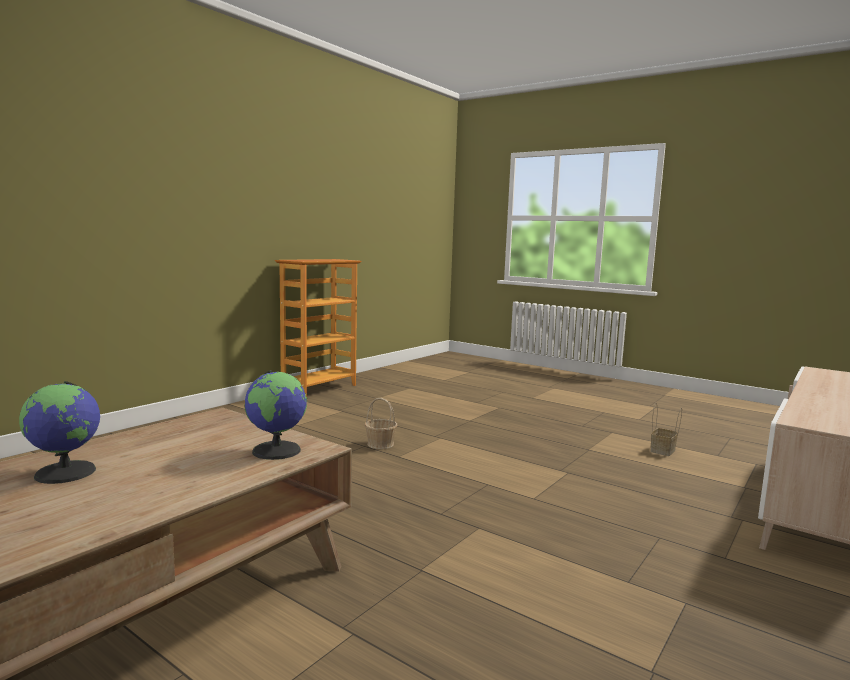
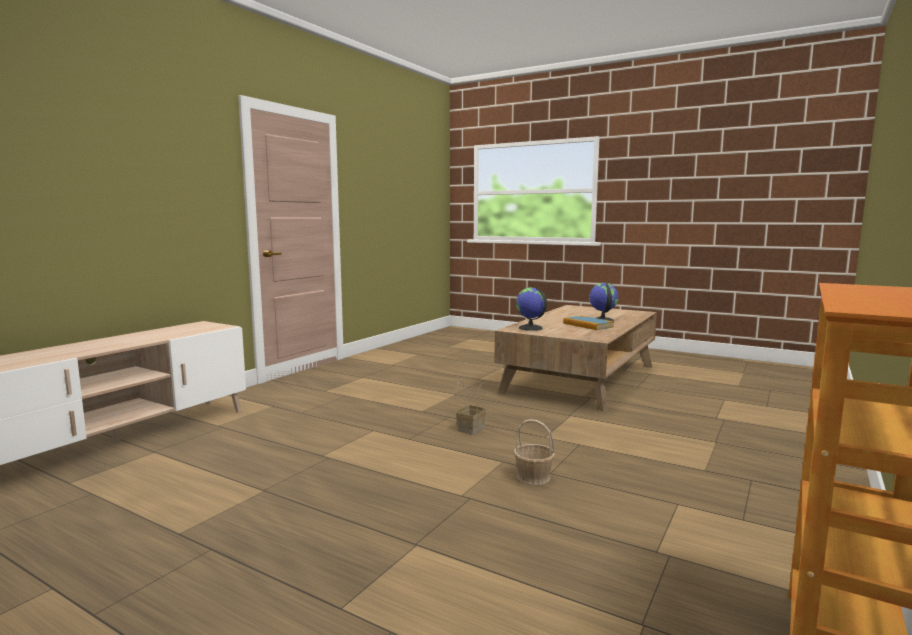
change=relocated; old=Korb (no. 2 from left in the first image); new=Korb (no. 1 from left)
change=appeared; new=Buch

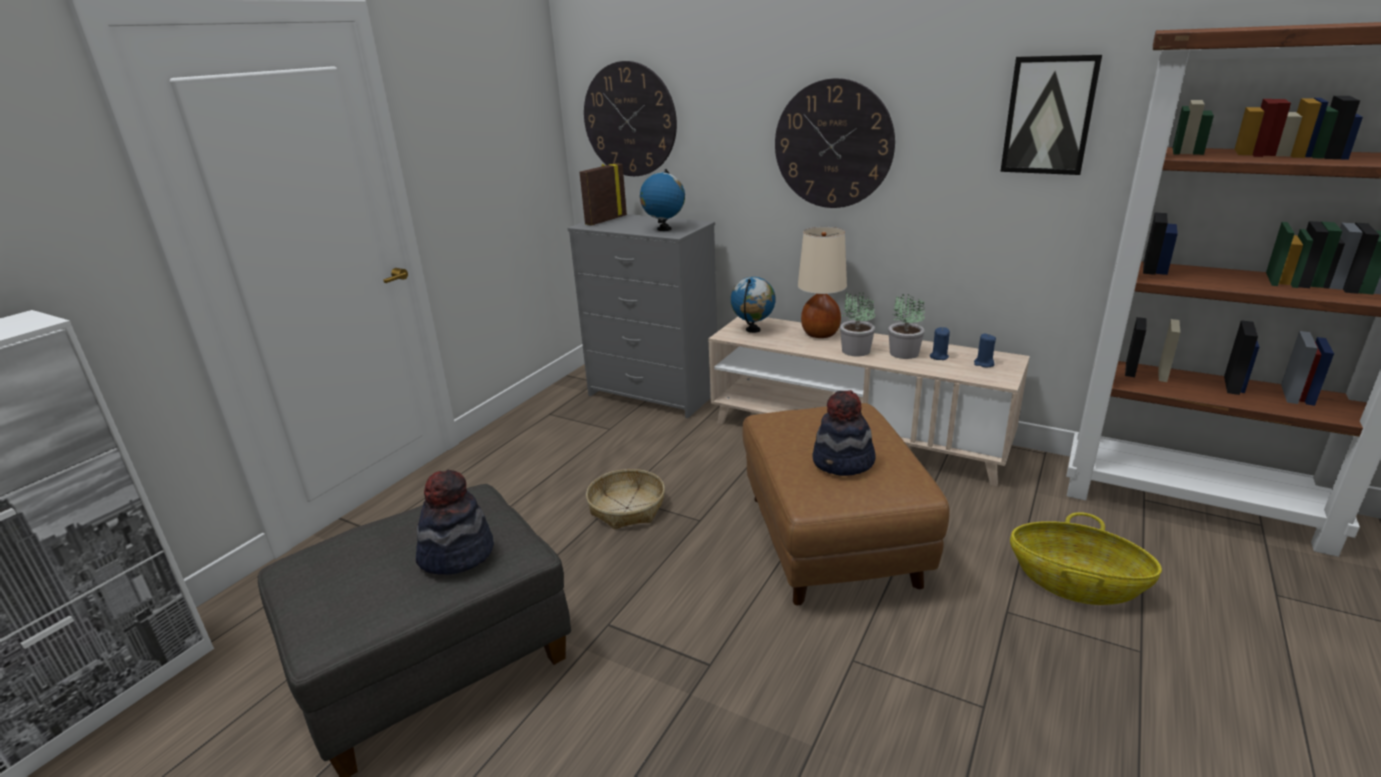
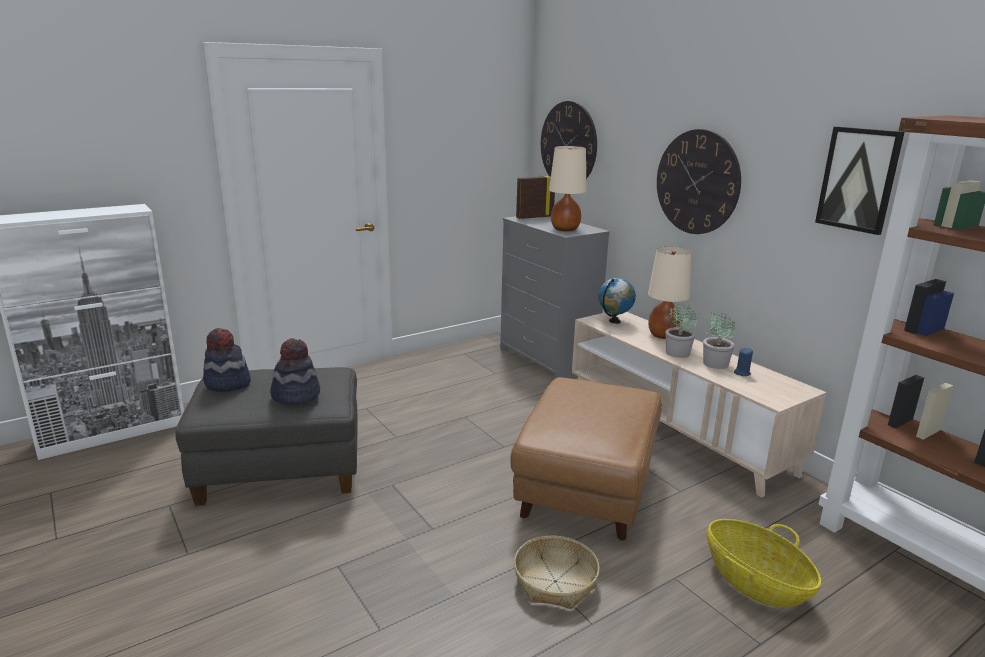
change=relocated; old=Hut (no. 2 from left in the first image); new=Hut (no. 1 from left)
change=relocated; old=Korb (no. 1 from left)
change=exchanged; old=Globus (no. 1 from left); new=Tischlampe/beige (no. 1 from left)
change=missing; old=Kerze/blau (no. 2 from left)

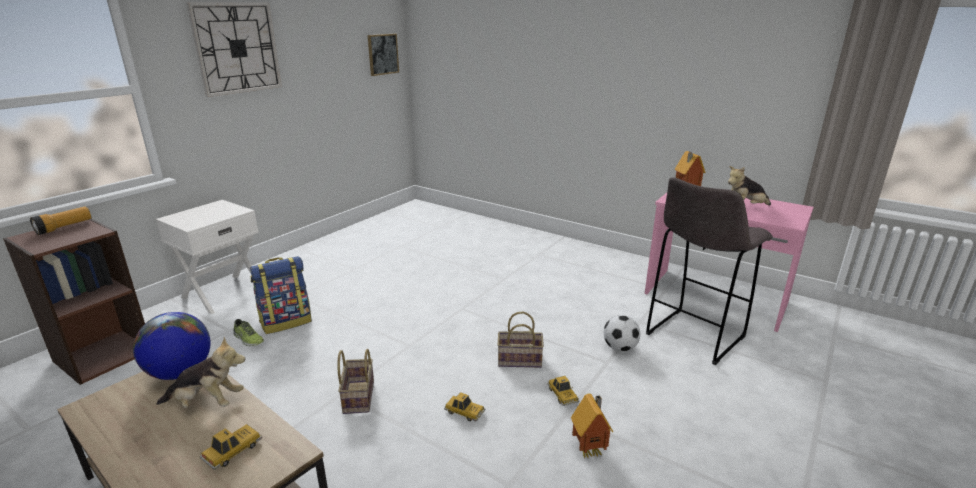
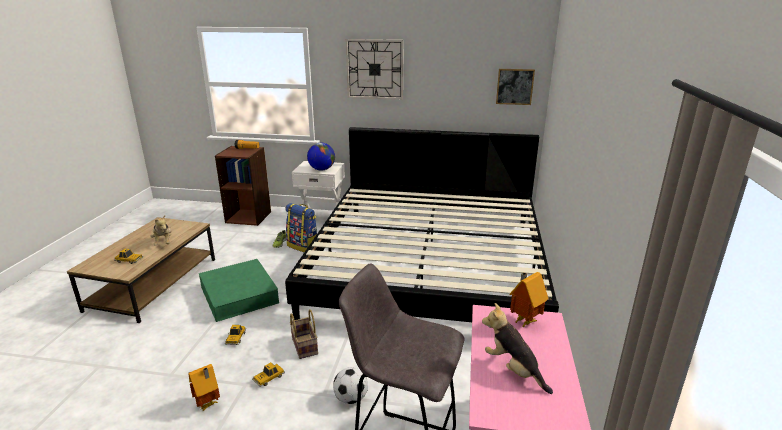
change=exchanged; old=Korb (no. 1 from left); new=Aufbewahrungsbox/grün
change=appeared; new=Bett
change=relocated; old=Globus

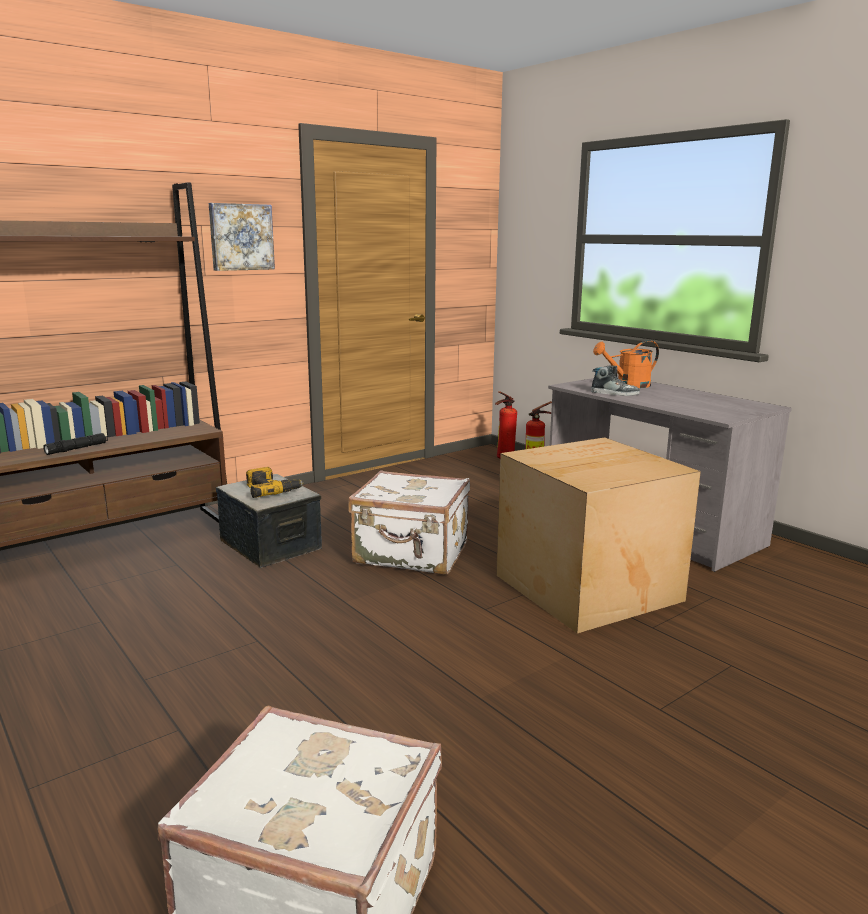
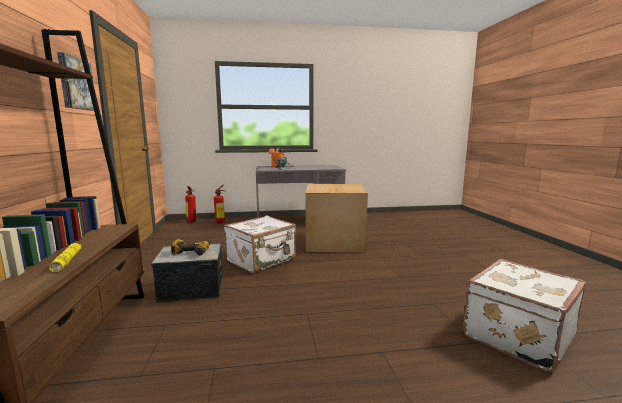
change=colour; old=Taschenlampe/schwarz; new=Taschenlampe/gelb

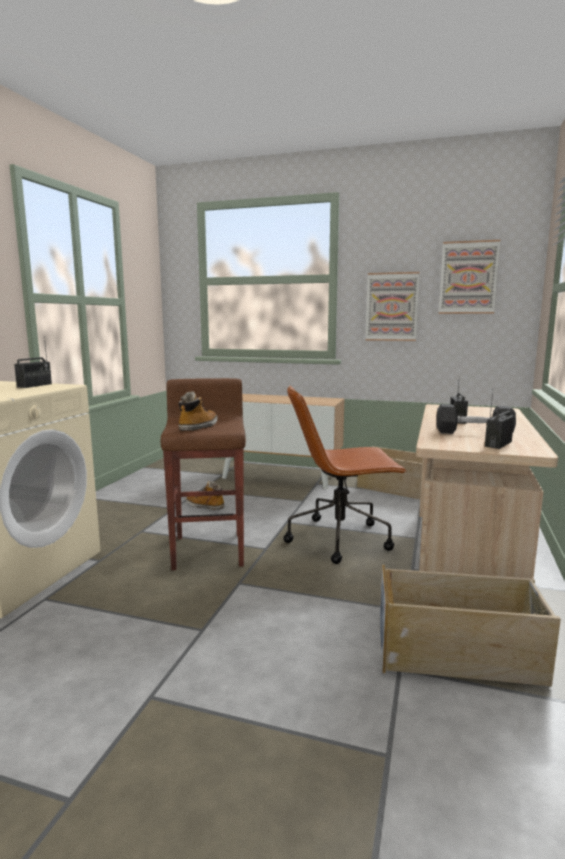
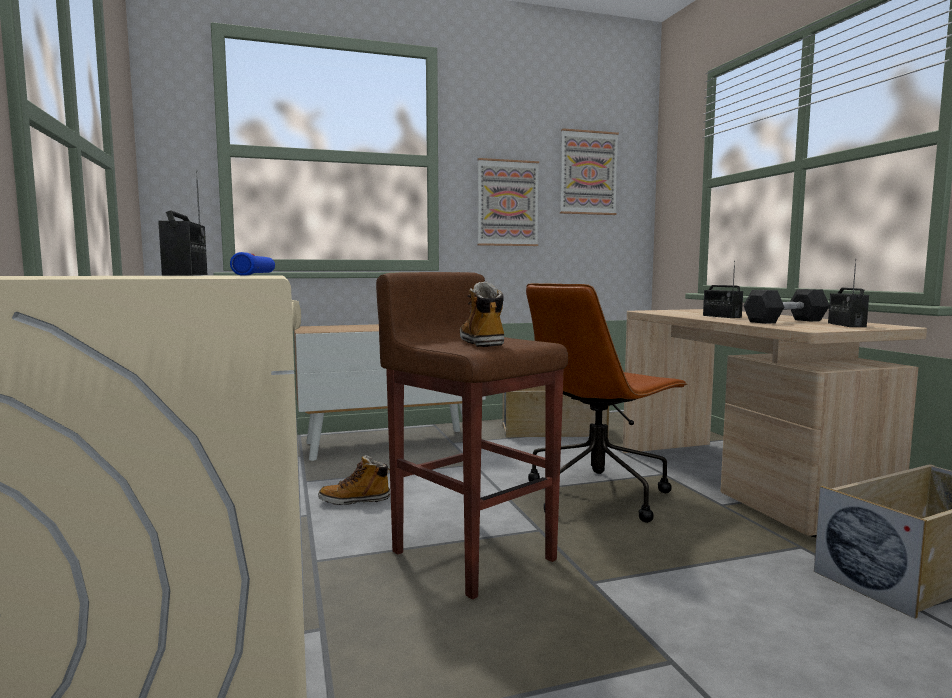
change=appeared; new=Taschenlampe/blau

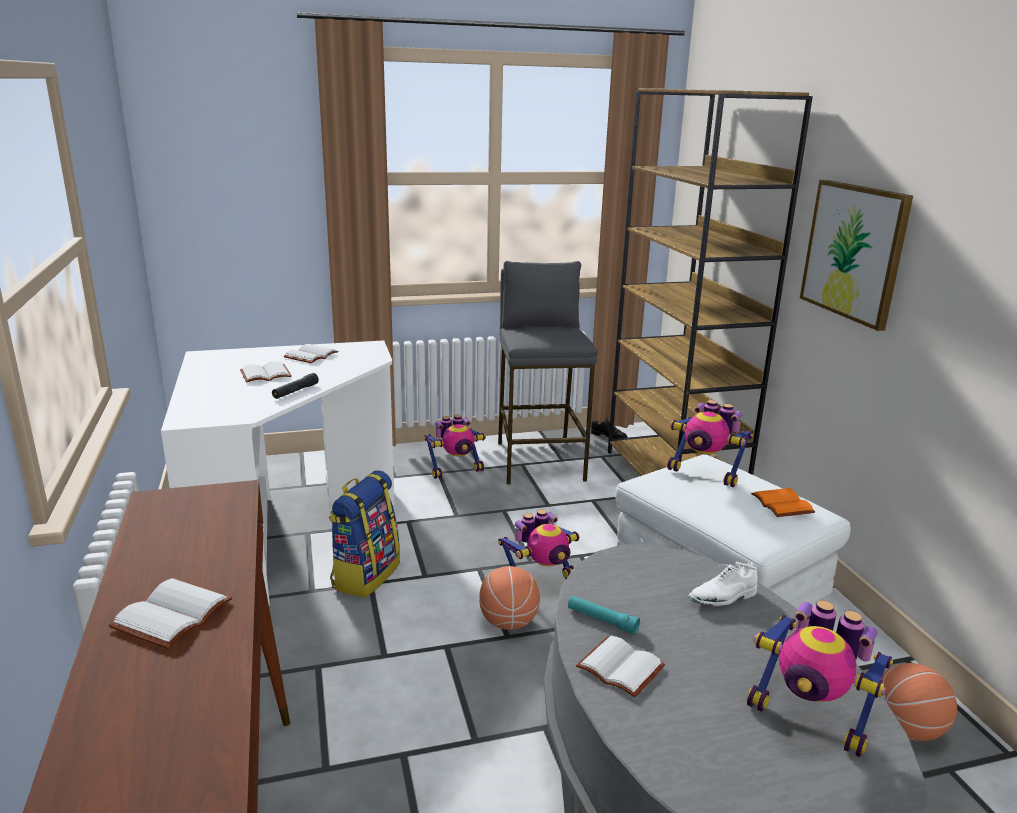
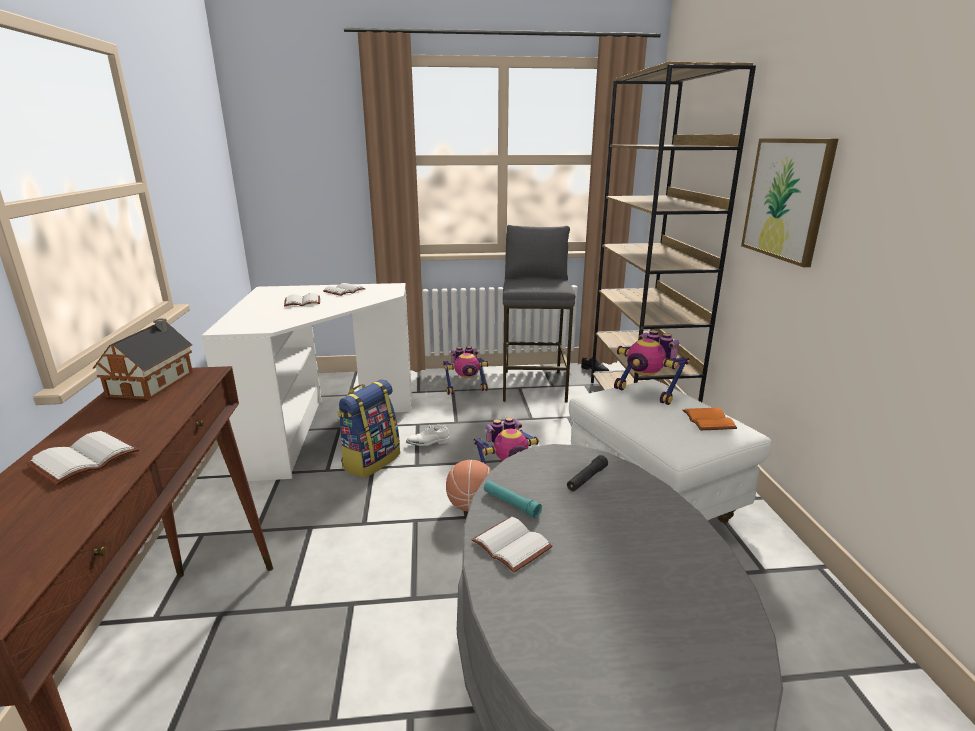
change=appeared; new=Spielzeughaus
change=relocated; old=Schuh/weiß
change=relocated; old=Taschenlampe/schwarz
change=missing; old=Spielzeugroboter (no. 4 from left)
change=missing; old=Basketball (no. 2 from left)

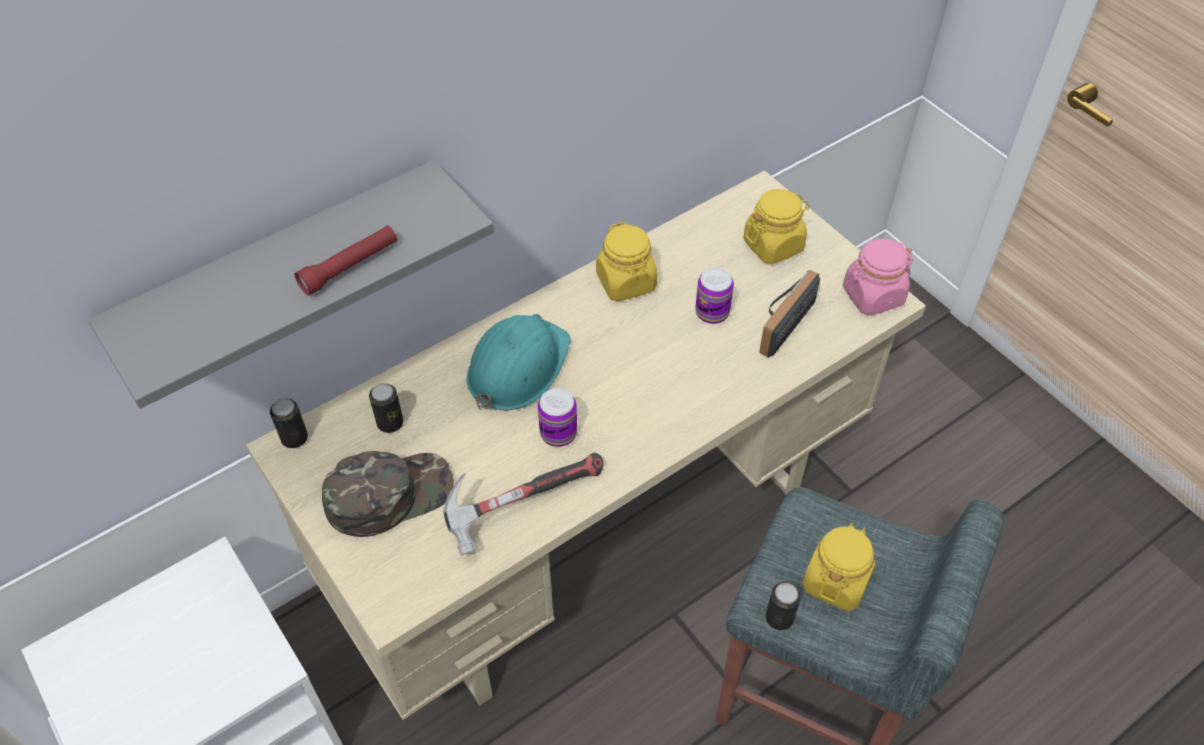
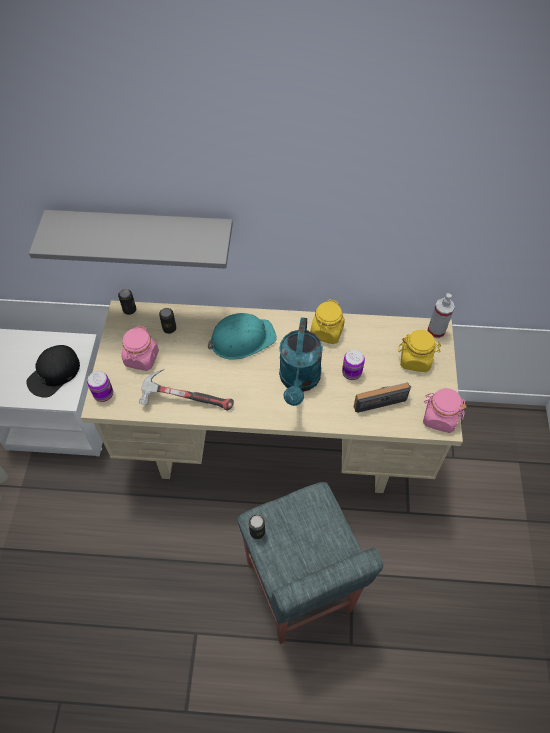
change=appeared; new=Kappe/schwarz
change=relocated; old=Dose (no. 3 from left in the first image); new=Dose (no. 1 from left)
change=exchanged; old=Kappe/grün; new=Vorratsglas/rosa (no. 1 from left)
change=appeared; new=Gießkanne/türkis
change=appeared; new=Sprühflasche
change=missing; old=Taschenlampe/rot
change=missing; old=Vorratsglas/gelb (no. 3 from left)

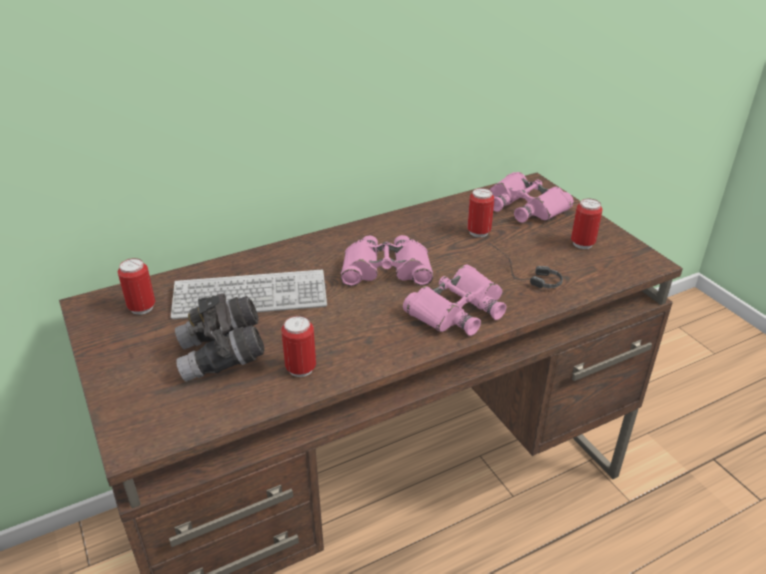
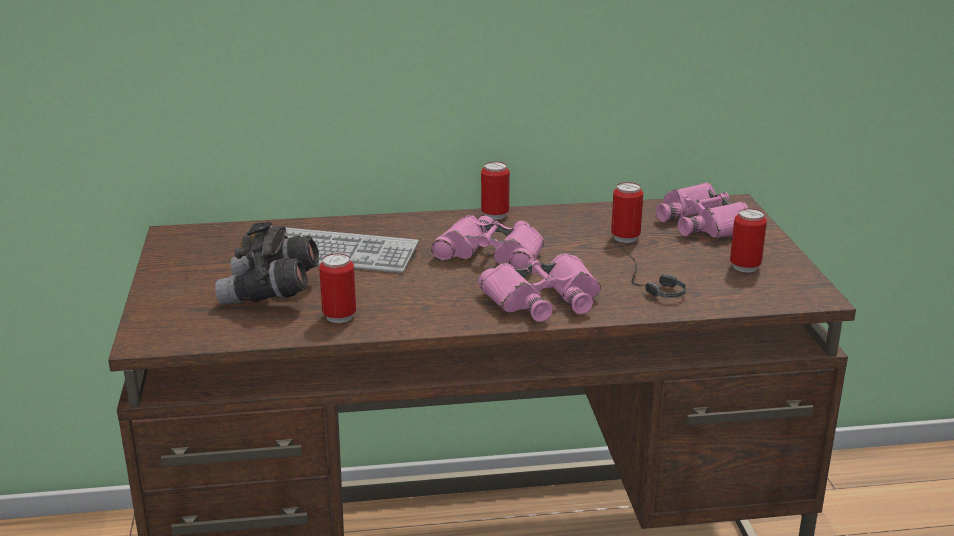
change=relocated; old=Dose (no. 1 from left in the first image); new=Dose (no. 2 from left)

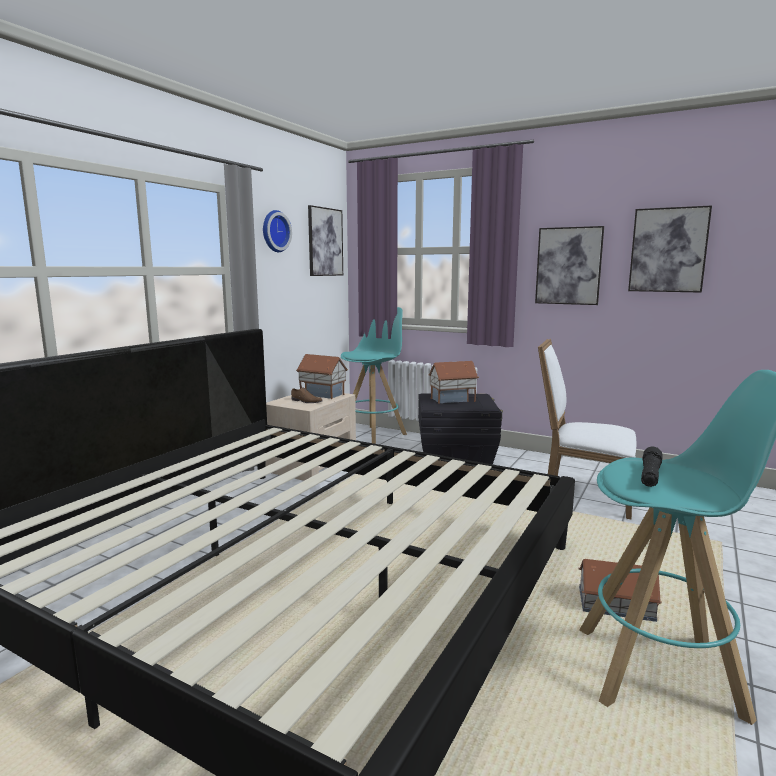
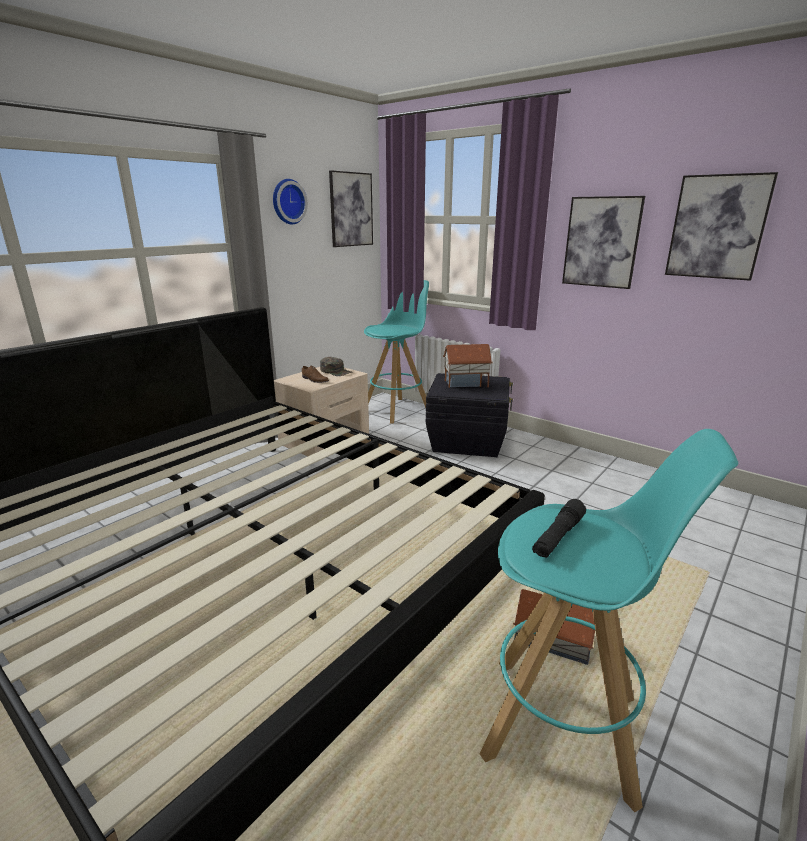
change=exchanged; old=Spielzeughaus (no. 1 from left); new=Kappe/grün
change=missing; old=Stuhl/weiß

